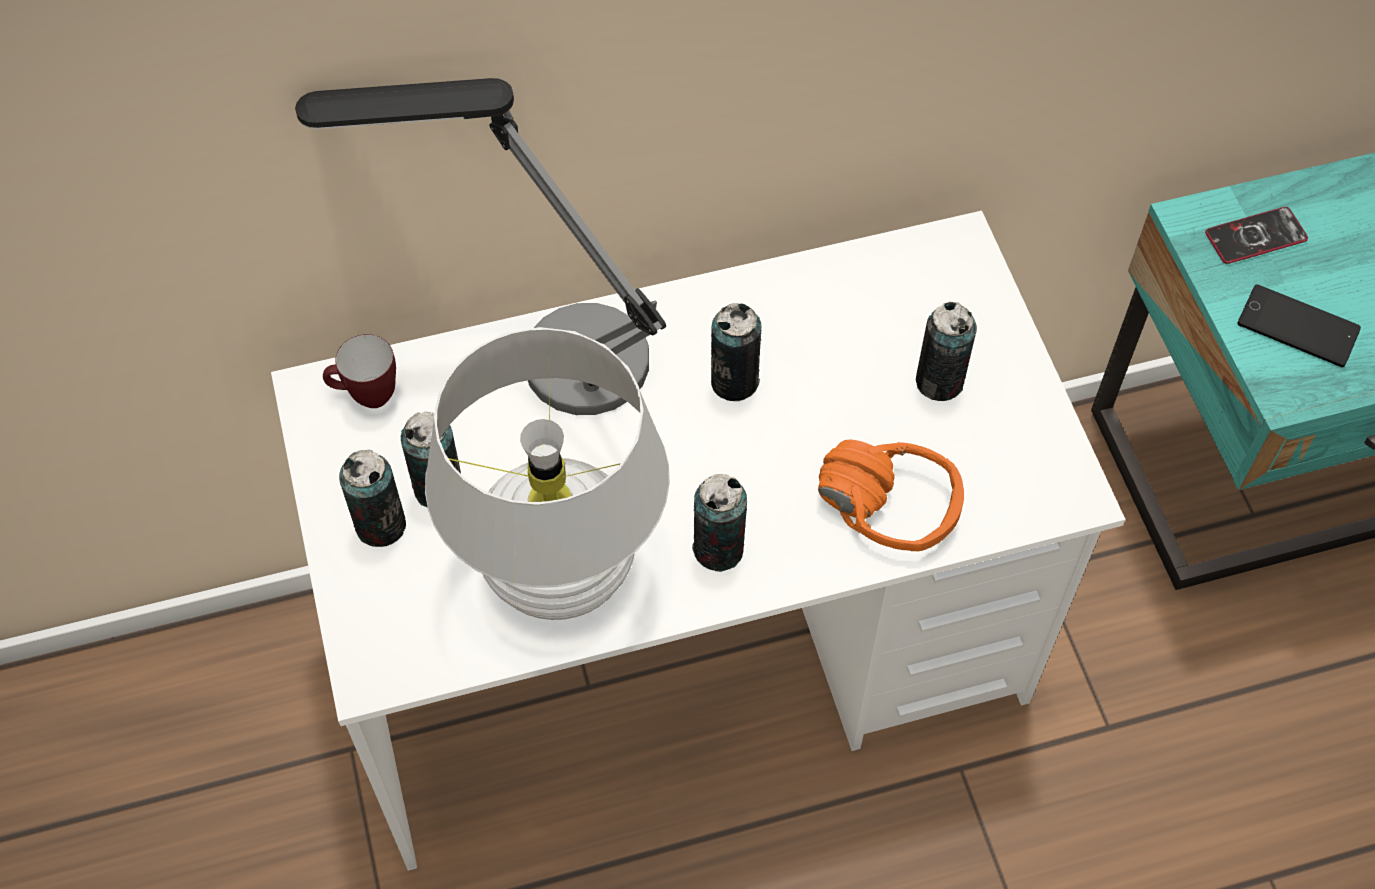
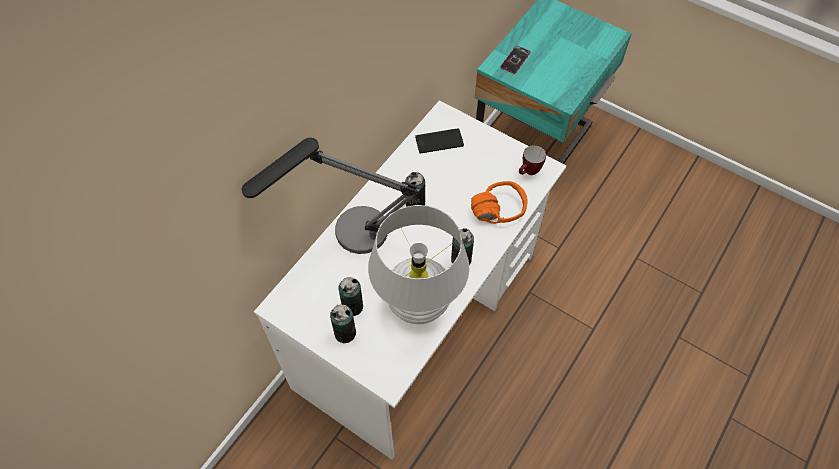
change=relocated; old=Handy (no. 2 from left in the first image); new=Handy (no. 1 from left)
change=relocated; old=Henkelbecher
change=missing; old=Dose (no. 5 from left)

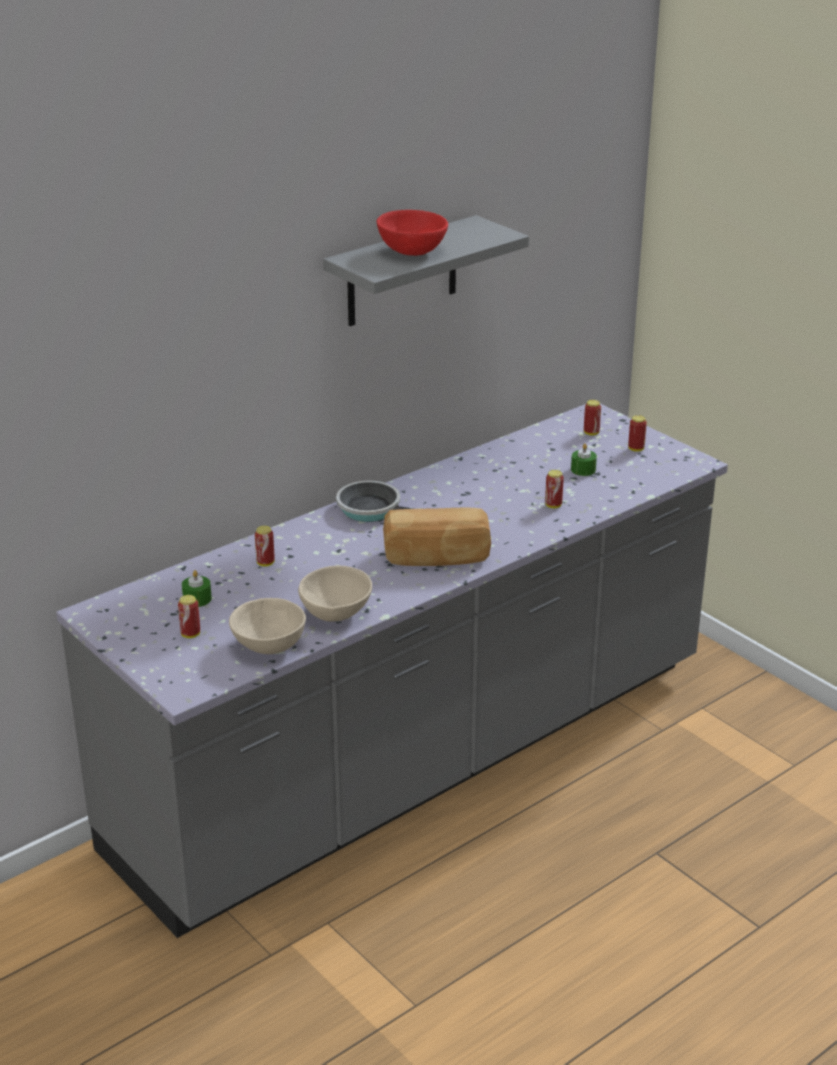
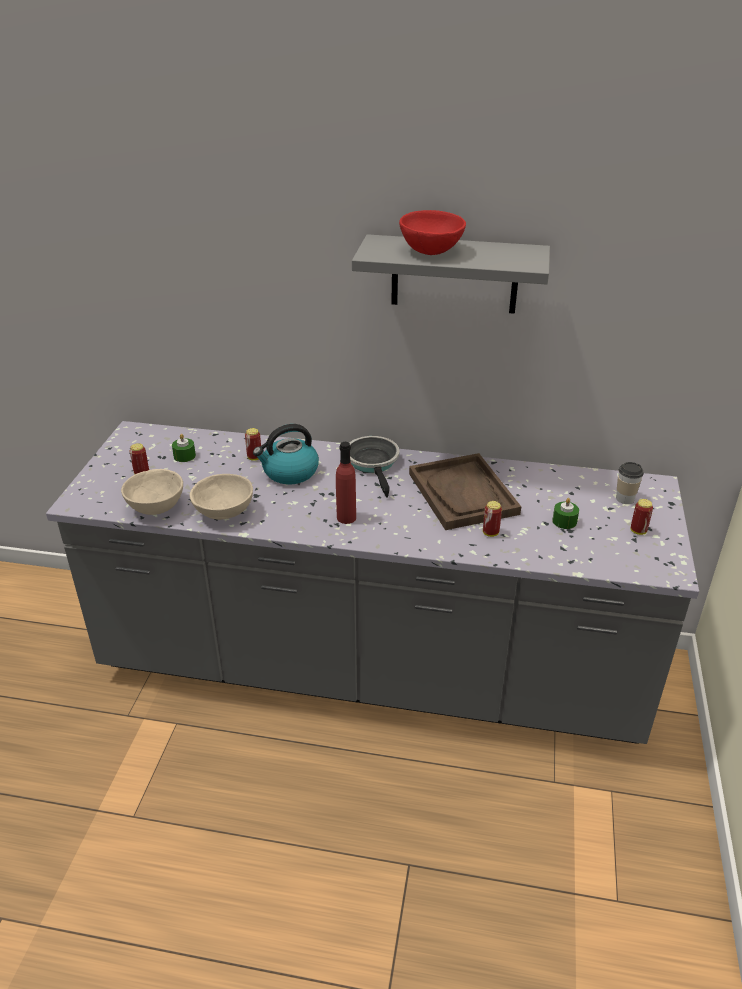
change=appeared; new=Wasserkessel
change=exchanged; old=Brot; new=Flasche/rot
change=appeared; new=Tablett/braun
change=exchanged; old=Dose (no. 4 from left); new=Tasse

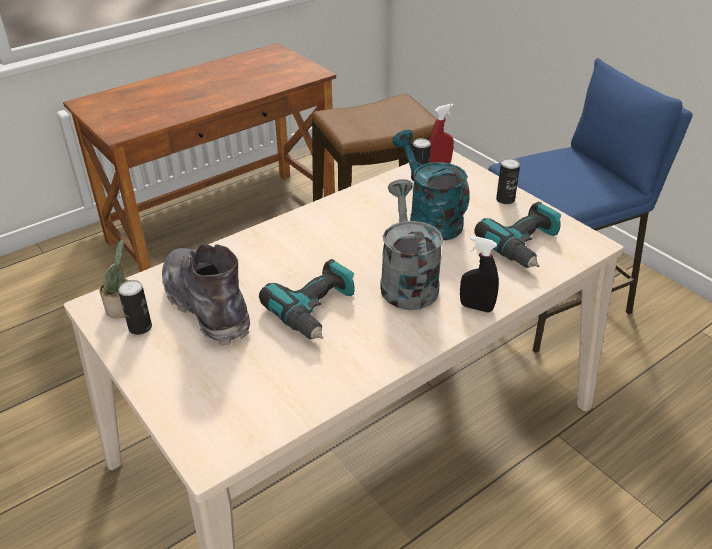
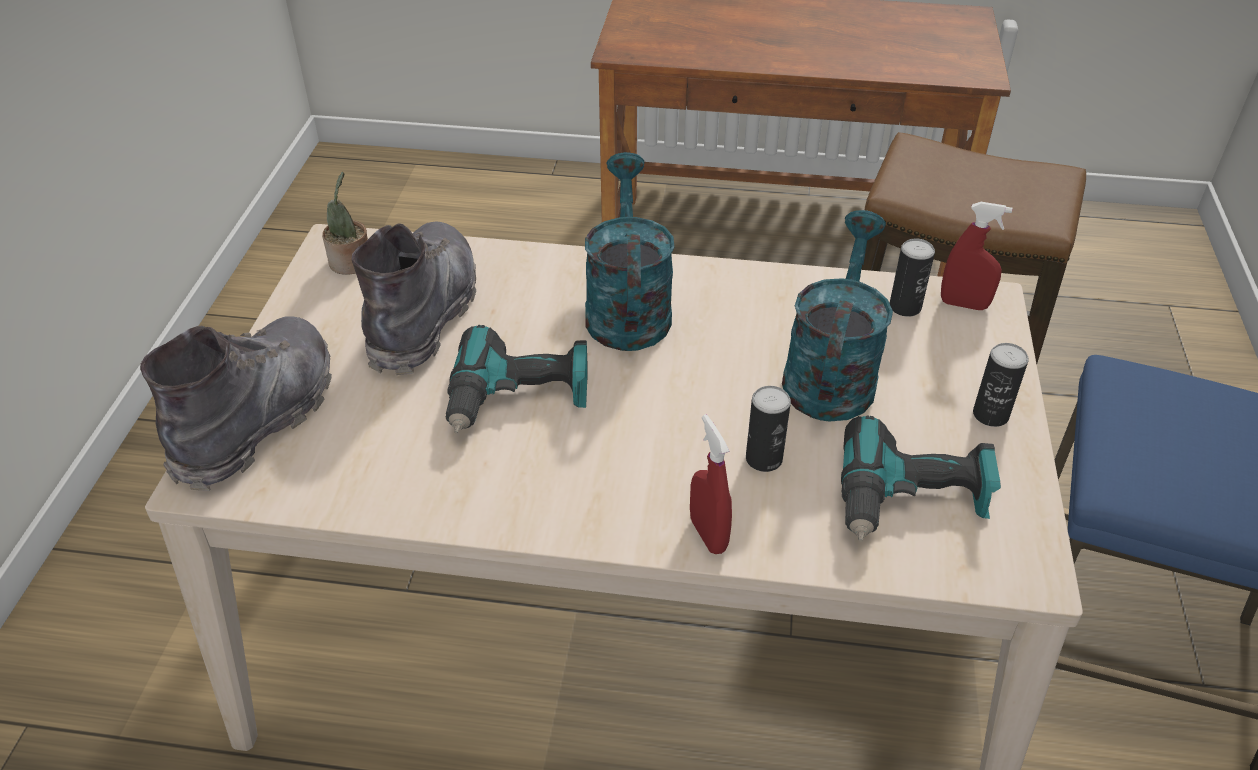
change=appeared; new=Stiefel/grau (no. 1 from left)
change=appeared; new=Gießkanne/türkis (no. 1 from left)
change=colour; old=Sprühflasche/schwarz; new=Sprühflasche/rot (no. 1 from left)
change=relocated; old=Dose (no. 1 from left)
change=missing; old=Gießkanne/grau

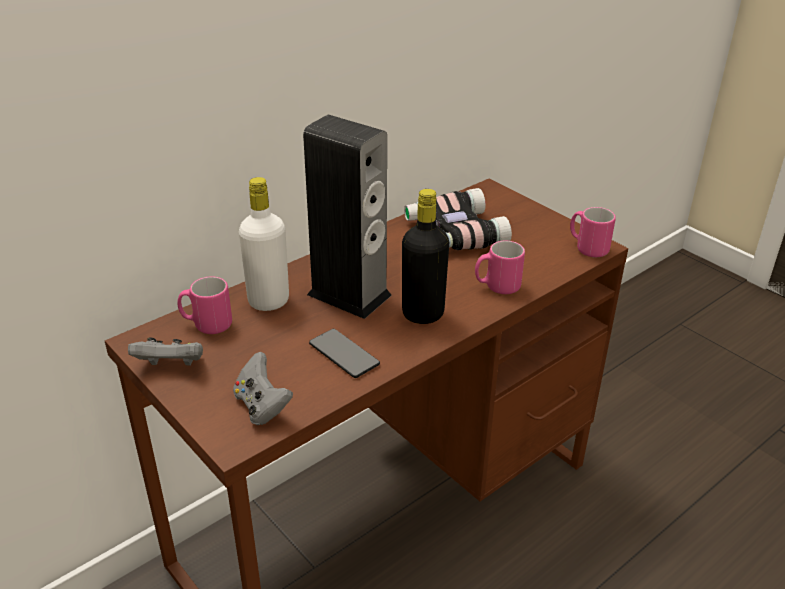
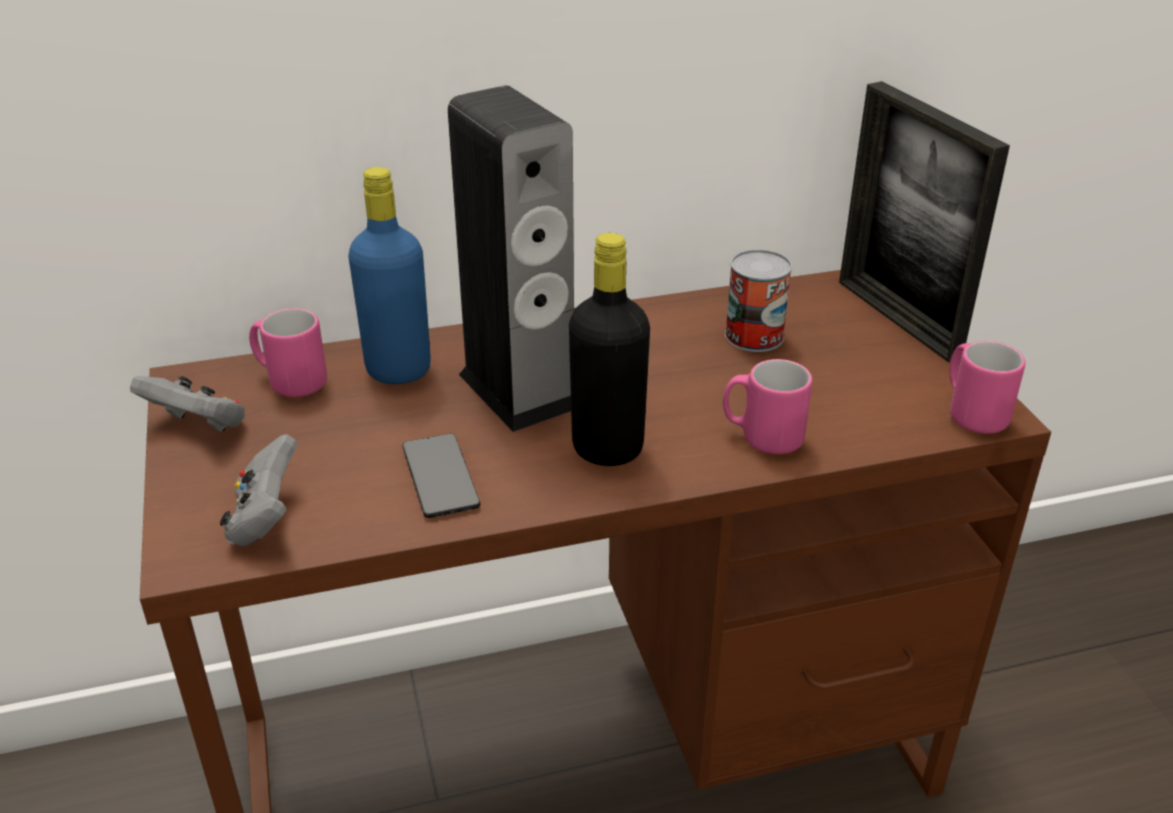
change=colour; old=Flasche/weiß; new=Flasche/blau
change=exchanged; old=Fernglas; new=Dose
change=appeared; new=Bilderrahmen

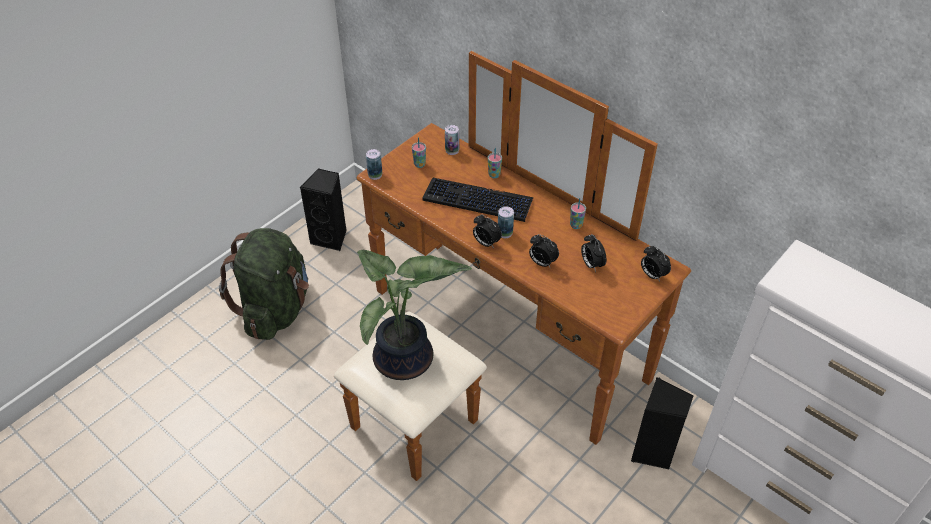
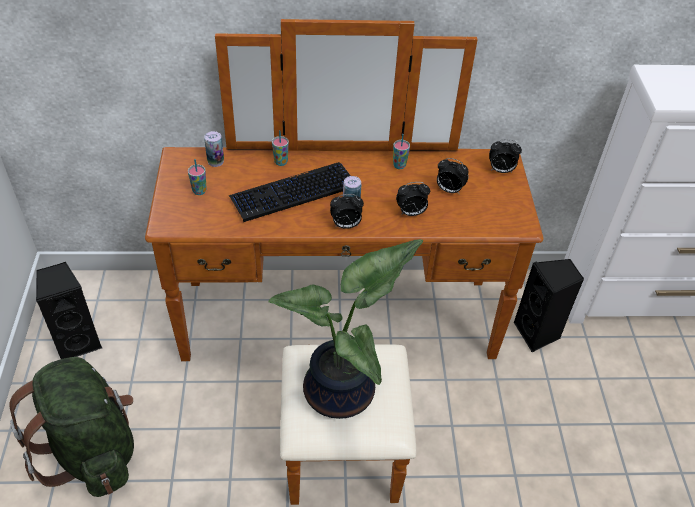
change=missing; old=Dose (no. 1 from left)

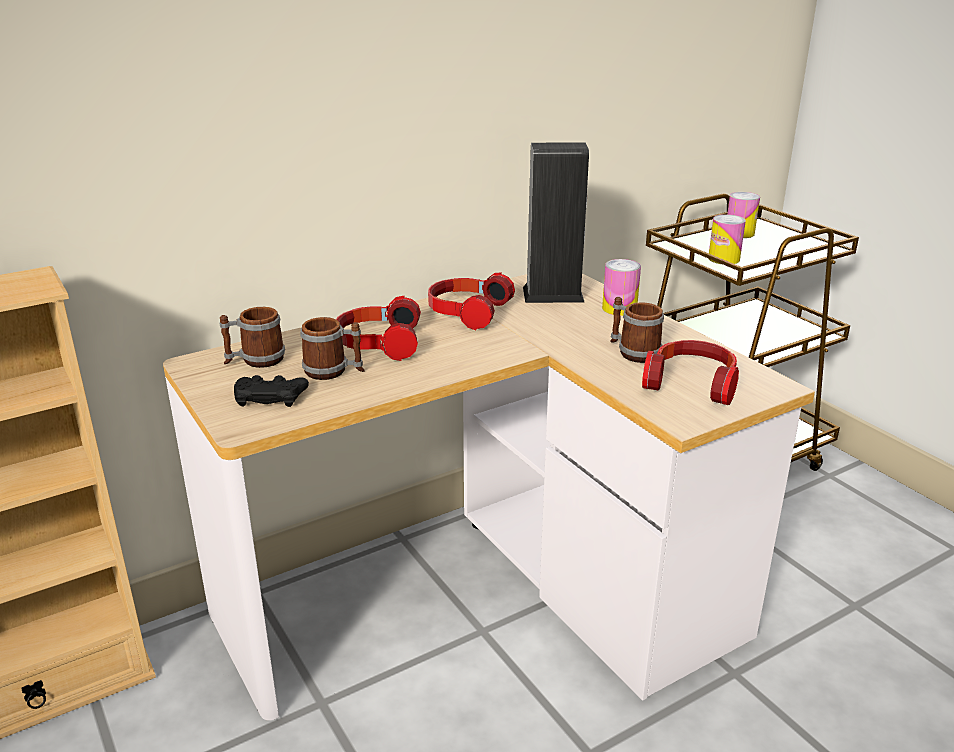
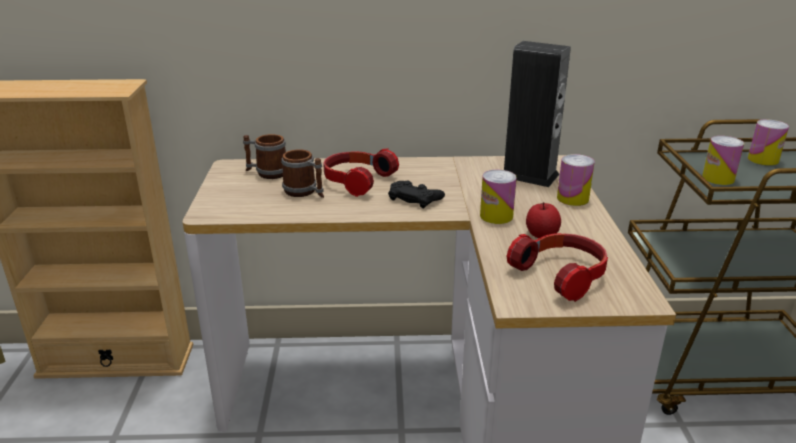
change=relocated; old=Gamepad/schwarz
change=appeared; new=Dose (no. 1 from left)
change=exchanged; old=Henkelbecher (no. 3 from left); new=Apfel
change=missing; old=Kopfhörer (no. 2 from left)

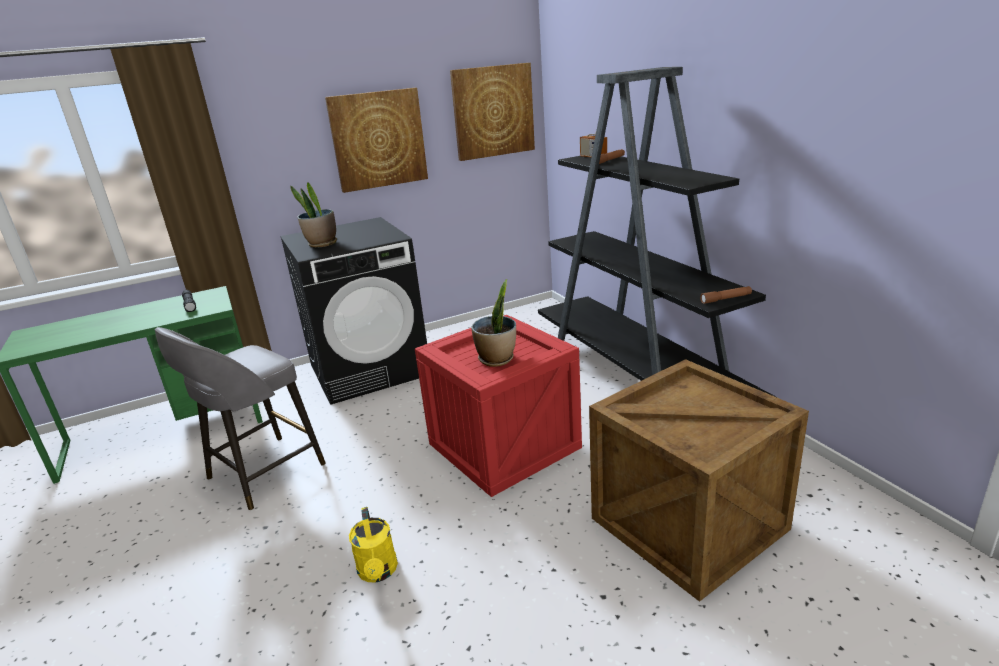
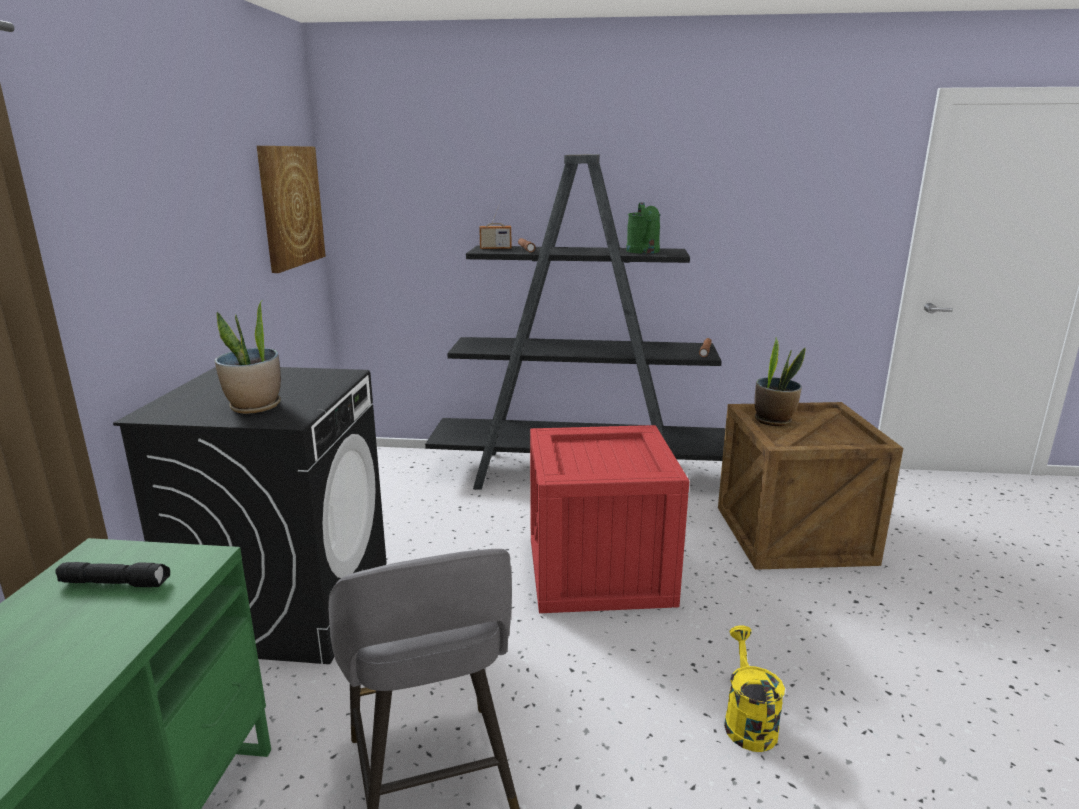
change=appeared; new=Gießkanne/grün
change=spun; old=Gießkanne/gelb; degrees=-105
change=relocated; old=Topfpflanze (no. 2 from left)
change=missing; old=Bild (no. 1 from left)

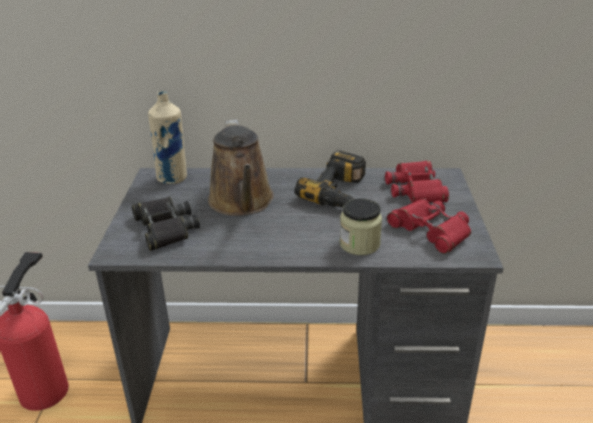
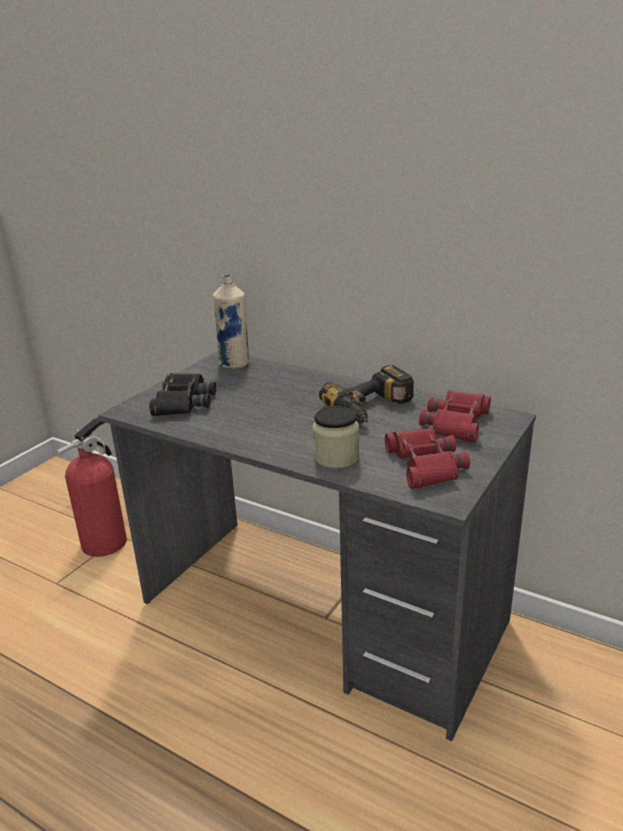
change=missing; old=Gießkanne/braun

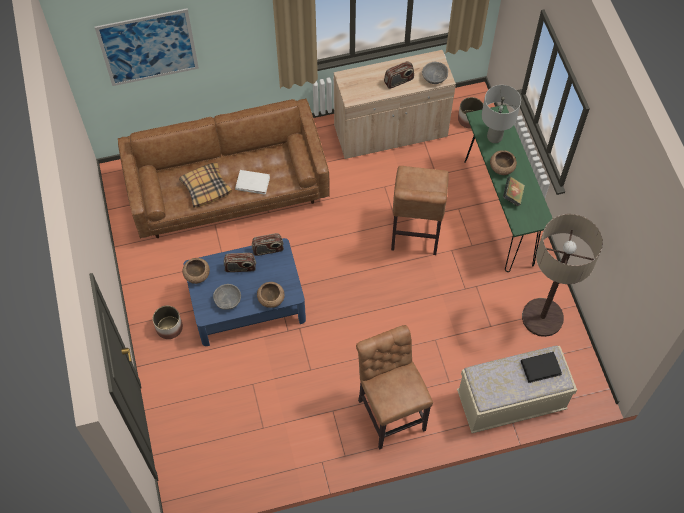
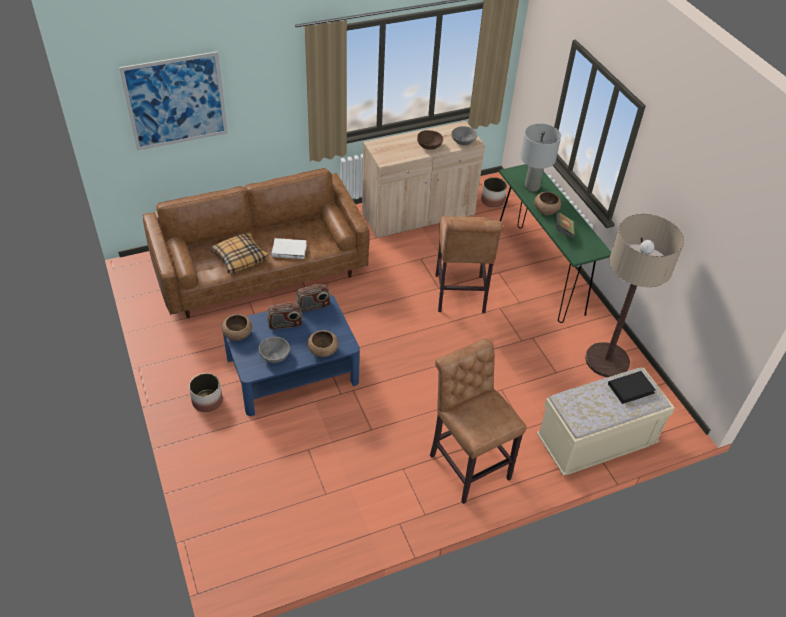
change=exchanged; old=Radio (no. 3 from left); new=Schüssel/braun (no. 3 from left)

